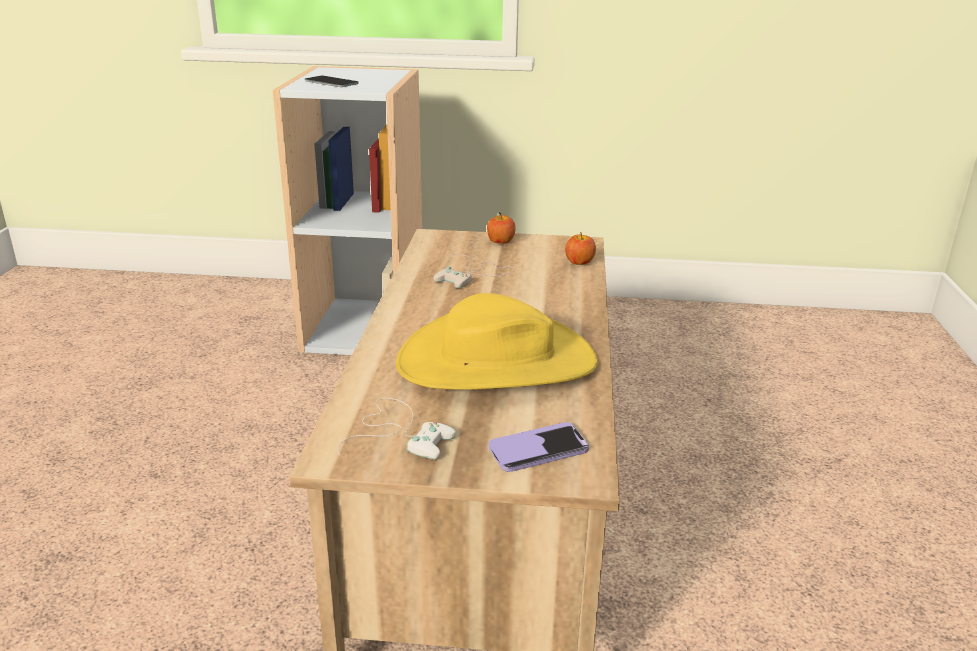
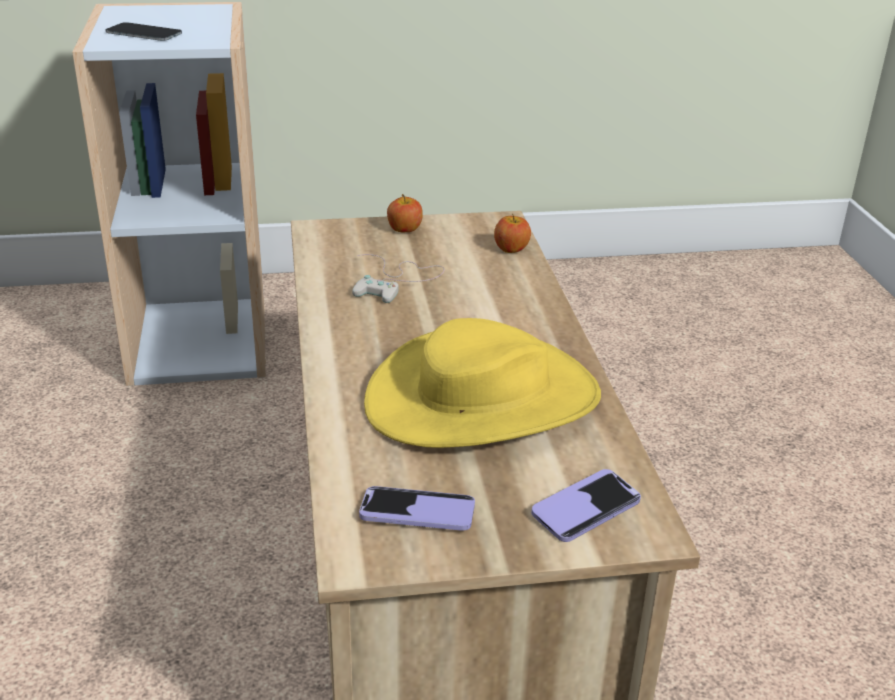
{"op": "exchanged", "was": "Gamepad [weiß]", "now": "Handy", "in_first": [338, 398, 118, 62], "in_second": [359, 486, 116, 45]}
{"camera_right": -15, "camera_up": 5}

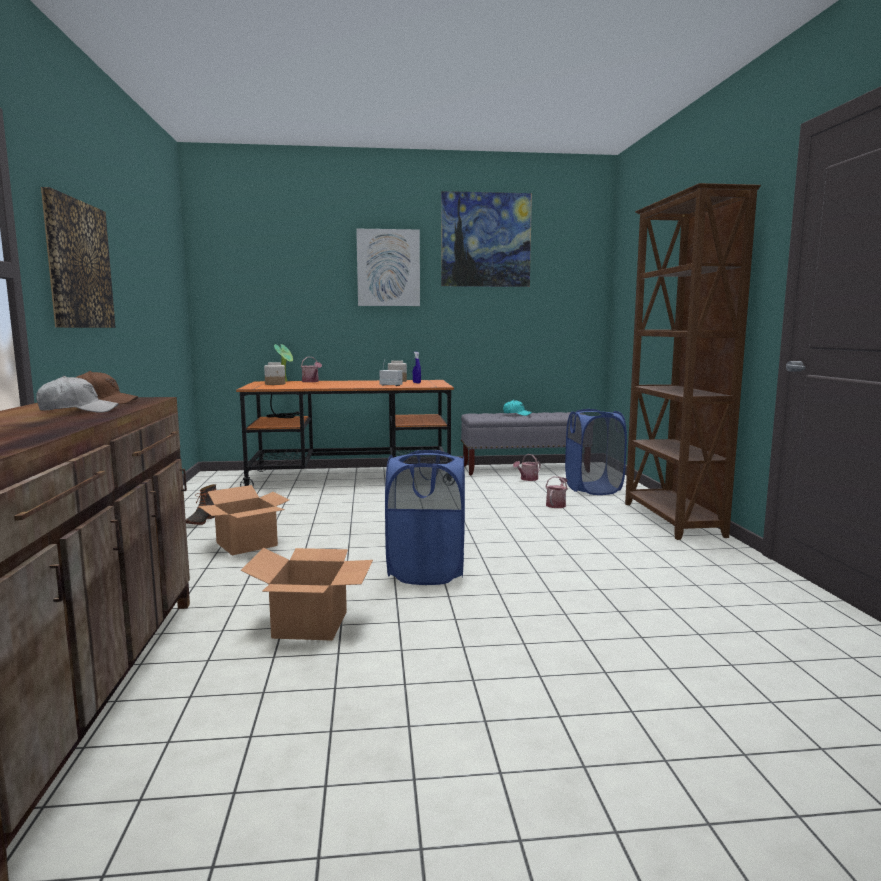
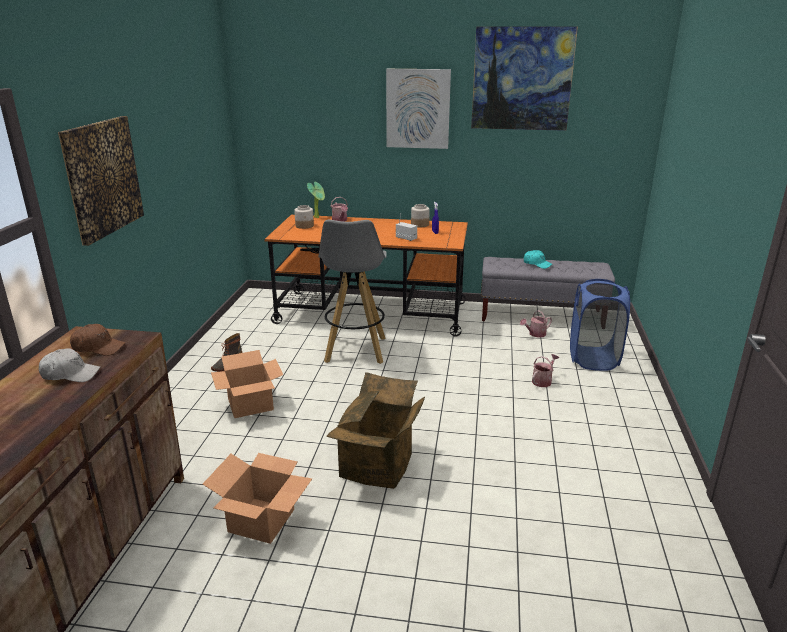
{"op": "missing", "was": "Bücherregal [braun]", "in_first": [625, 183, 136, 357]}
{"op": "exchanged", "was": "Wäschekorb [blau]", "now": "Karton", "in_first": [385, 450, 80, 135], "in_second": [327, 372, 98, 117]}
{"op": "appeared", "now": "Hocker [grau]", "in_second": [319, 220, 68, 144]}
{"camera_right": 15, "camera_up": 15}

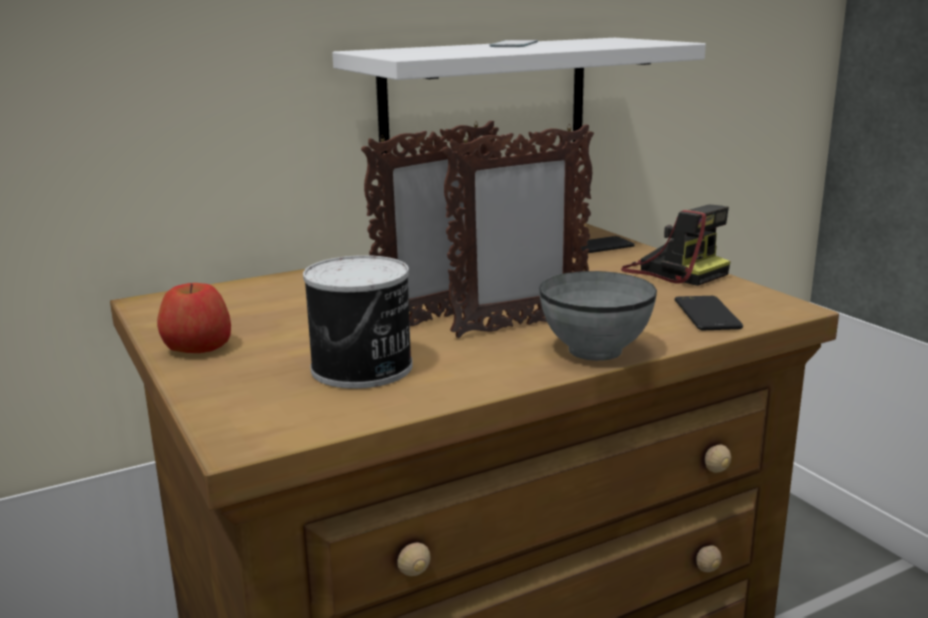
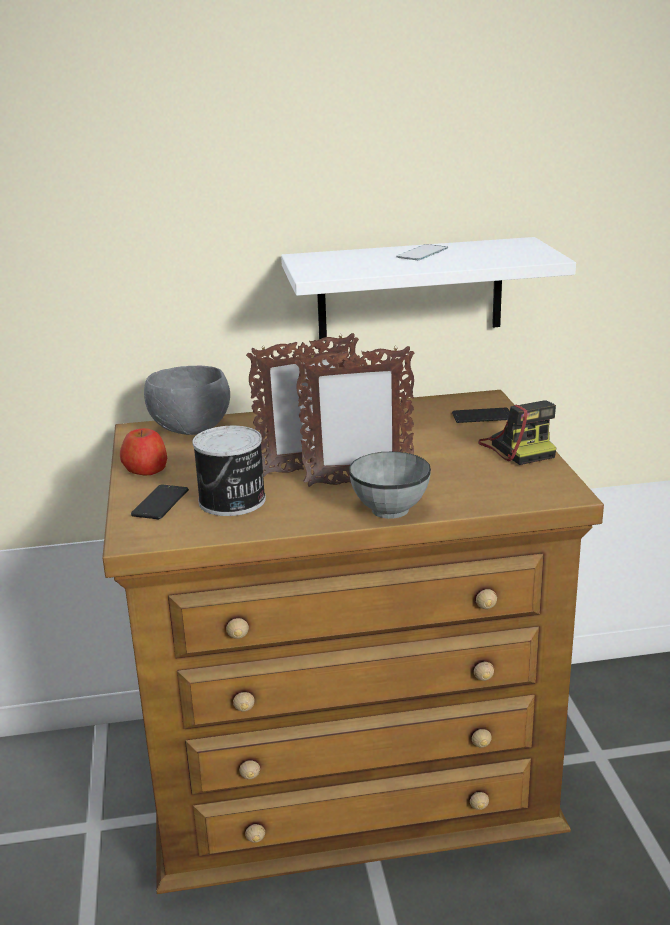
{"op": "relocated", "was": "Handy", "in_first": [675, 296, 68, 35], "in_second": [131, 485, 58, 34]}
{"op": "appeared", "now": "Schüssel [grau]", "in_second": [144, 366, 86, 69]}
{"camera_right": 20, "camera_up": 5}

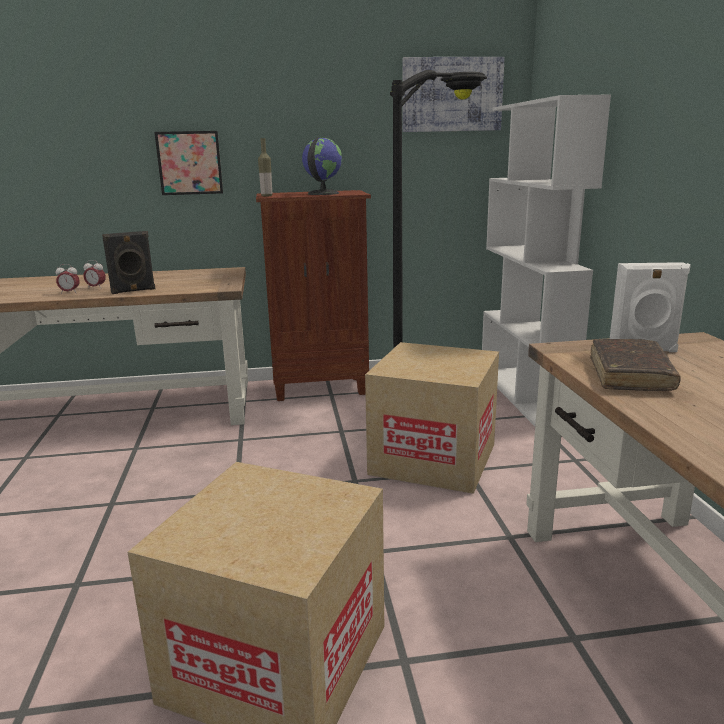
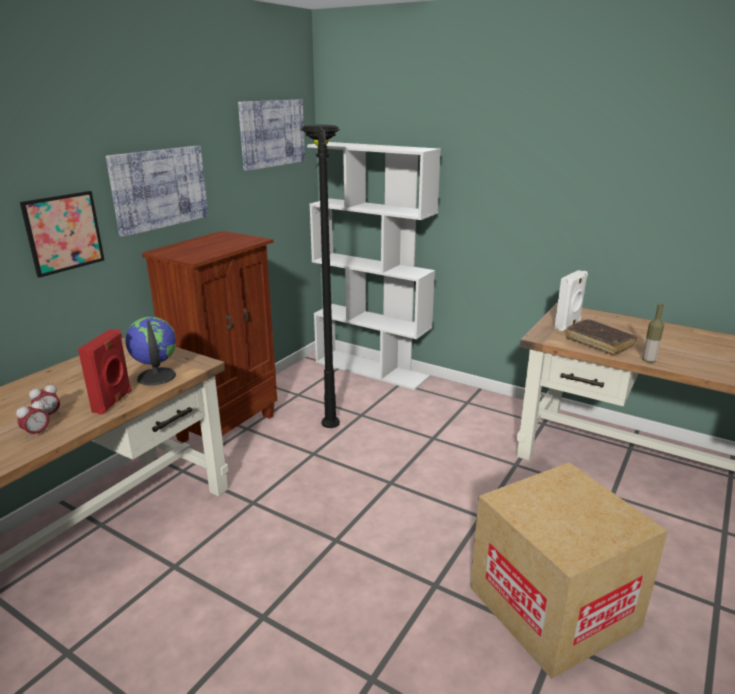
{"op": "relocated", "was": "Globus", "in_first": [302, 137, 40, 58], "in_second": [125, 317, 51, 69]}
{"op": "relocated", "was": "Flasche", "in_first": [258, 138, 14, 59], "in_second": [643, 304, 21, 59]}
{"op": "colour", "was": "Lautsprecher [schwarz]", "now": "Lautsprecher [rot]", "in_first": [102, 231, 53, 63], "in_second": [78, 329, 54, 86]}
{"op": "missing", "was": "Karton", "in_first": [365, 342, 134, 152]}
{"op": "appeared", "now": "Bild", "in_second": [106, 146, 102, 91]}
{"camera_right": -50, "camera_up": 5}

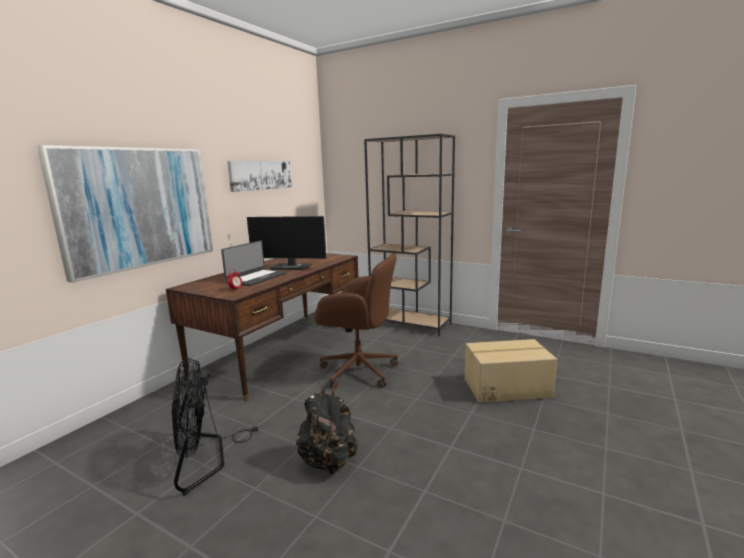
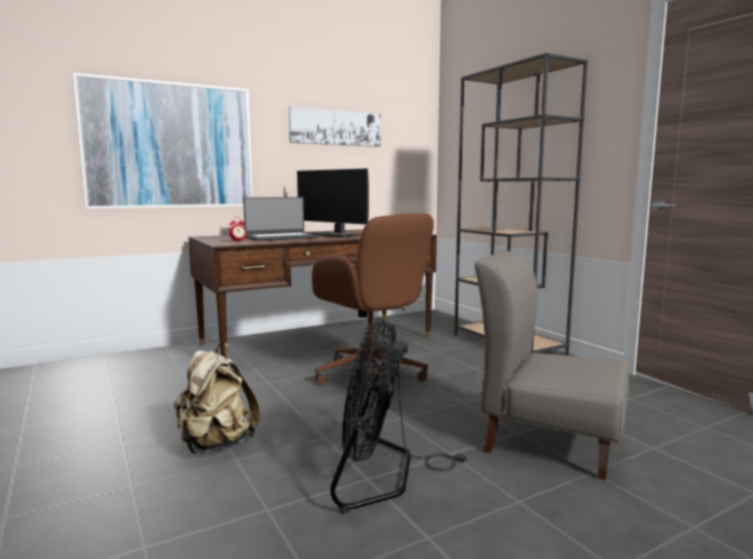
{"op": "exchanged", "was": "Karton", "now": "Stuhl [grau]", "in_first": [465, 339, 92, 64], "in_second": [475, 250, 154, 230]}
{"op": "relocated", "was": "Ventilator [schwarz]", "in_first": [172, 358, 88, 138], "in_second": [330, 319, 138, 195]}
{"op": "colour", "was": "Rucksack [schwarz]", "now": "Rucksack [beige]", "in_first": [296, 385, 62, 89], "in_second": [174, 343, 86, 111]}
{"camera_right": 30, "camera_up": -5}

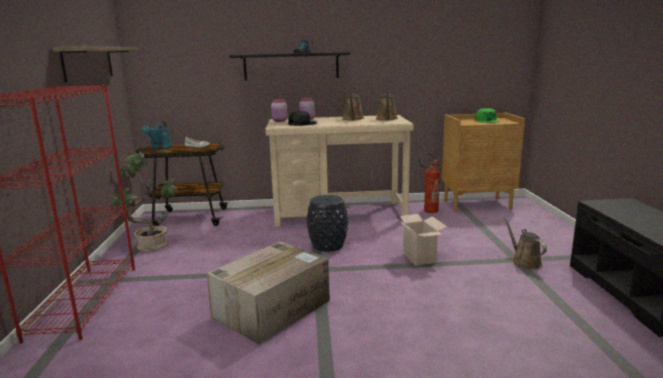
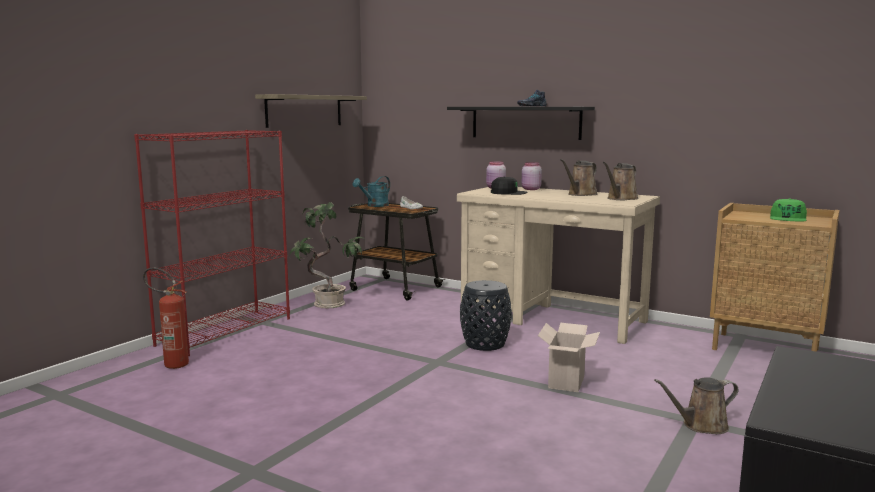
{"op": "relocated", "was": "Feuerlöscher", "in_first": [419, 153, 23, 60], "in_second": [143, 268, 46, 101]}
{"op": "spun", "was": "Gießkanne [braun]", "in_first": [504, 217, 43, 52], "in_second": [654, 377, 85, 57], "clockwise": -120}
{"op": "missing", "was": "Karton", "in_first": [206, 241, 124, 104]}
{"camera_right": 35, "camera_up": -5}

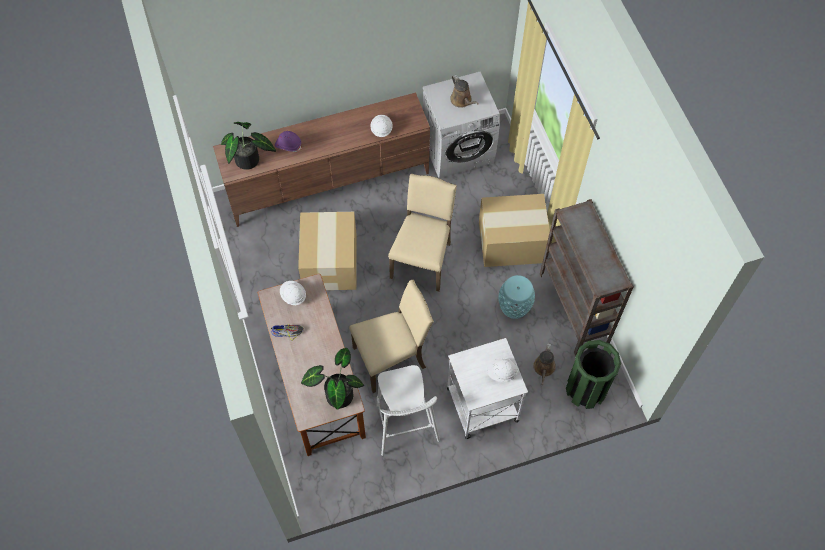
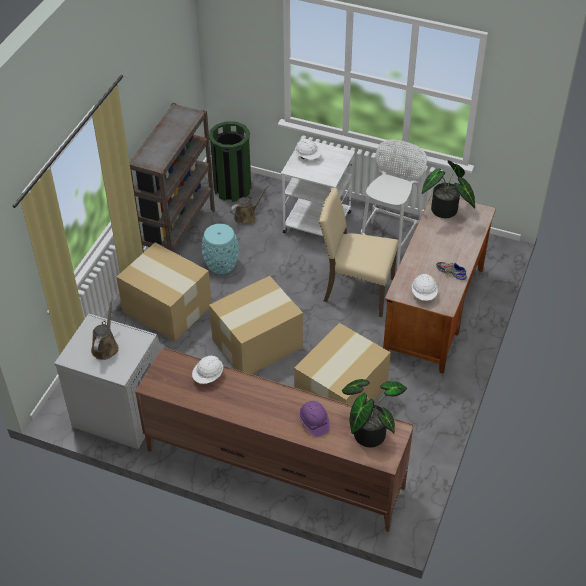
{"op": "exchanged", "was": "Stuhl [beige]", "now": "Karton", "in_first": [388, 173, 69, 118], "in_second": [209, 276, 94, 98]}
{"camera_right": -140, "camera_up": -15}

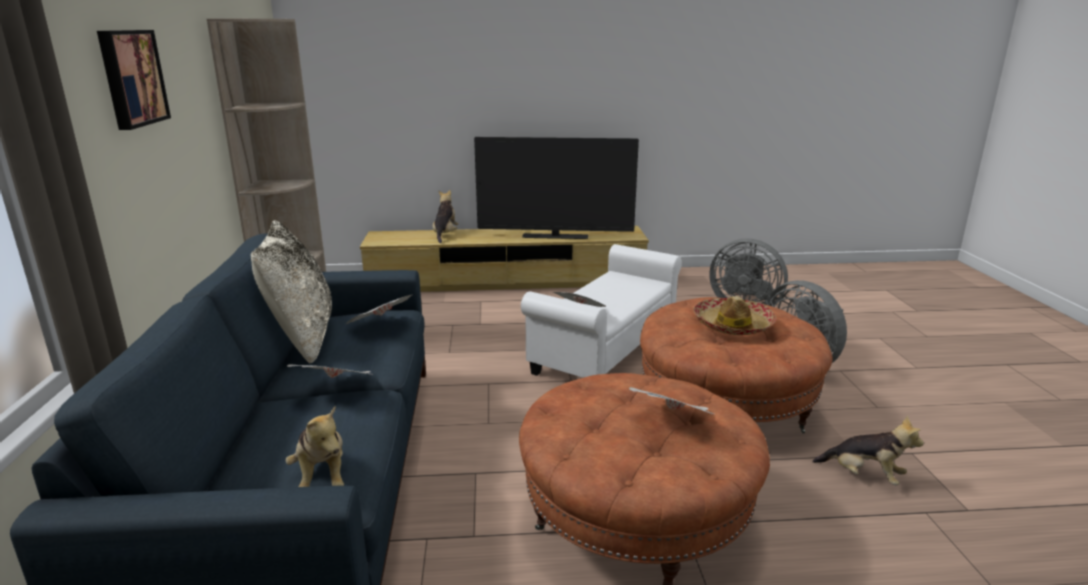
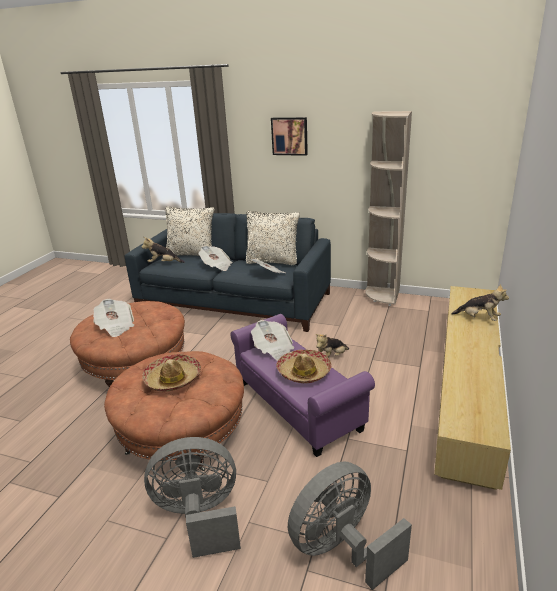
{"op": "missing", "was": "Fernseher", "in_first": [474, 137, 165, 102]}
{"op": "colour", "was": "Polsterhocker [weiß]", "now": "Polsterhocker [lila]", "in_first": [521, 244, 161, 134], "in_second": [230, 314, 145, 143]}
{"op": "relocated", "was": "Plüschtier", "in_first": [812, 415, 112, 70], "in_second": [315, 334, 34, 23]}
{"op": "appeared", "now": "Kissen [beige]", "in_second": [165, 206, 50, 50]}
{"op": "appeared", "now": "Hut", "in_second": [276, 350, 56, 33]}
{"camera_right": 115, "camera_up": 5}

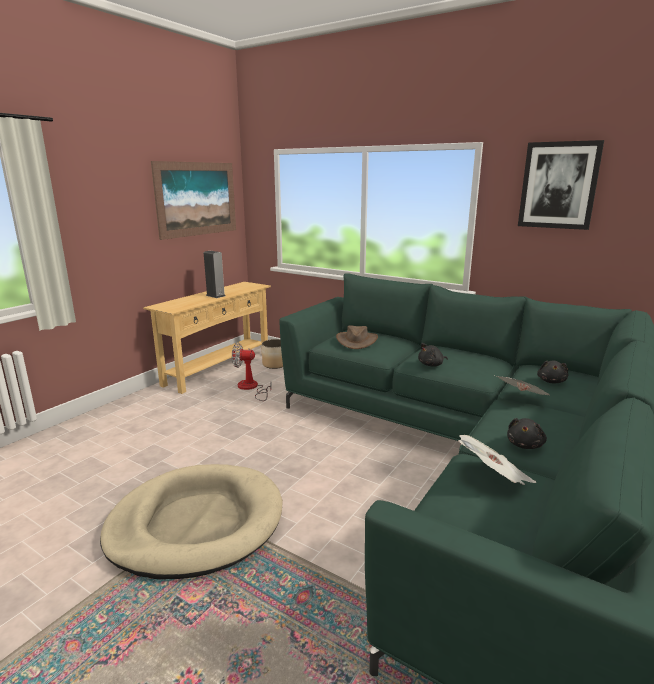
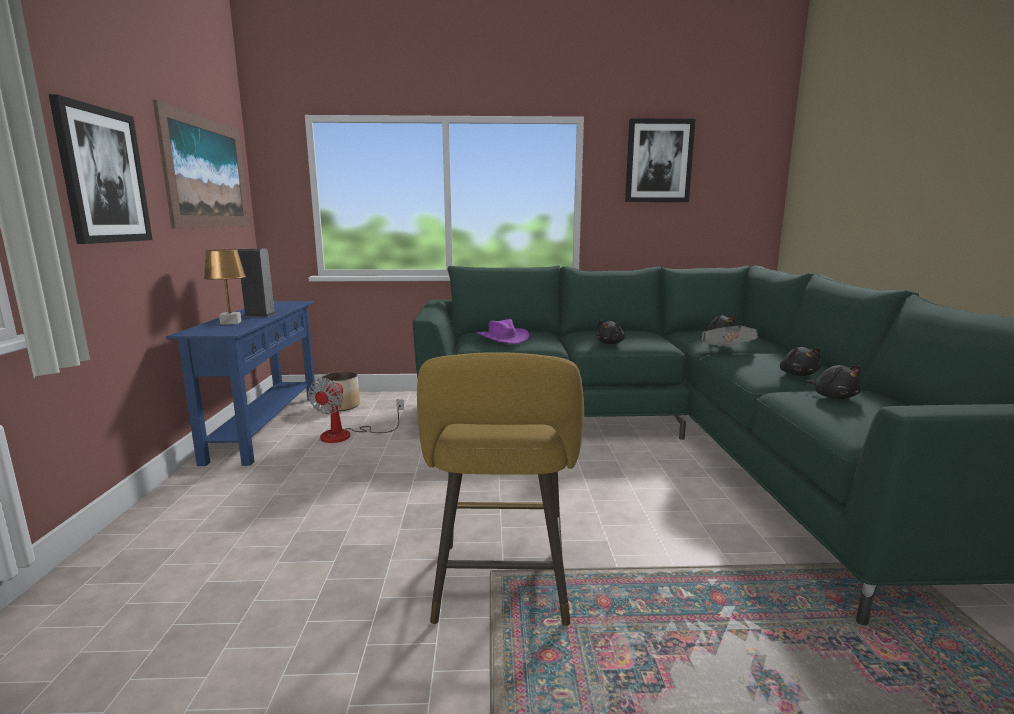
{"op": "colour", "was": "Konsolentisch [beige]", "now": "Konsolentisch [blau]", "in_first": [143, 282, 128, 112], "in_second": [166, 301, 150, 165]}
{"op": "colour", "was": "Hut [braun]", "now": "Hut [lila]", "in_first": [336, 325, 42, 24], "in_second": [476, 319, 53, 25]}
{"op": "spun", "was": "Ventilator", "in_first": [232, 343, 40, 58], "in_second": [308, 378, 96, 65], "clockwise": -45}
{"op": "exchanged", "was": "Zeitung", "now": "Plüschtier [schwarz]", "in_first": [458, 435, 79, 50], "in_second": [804, 365, 57, 34]}
{"op": "exchanged", "was": "Hundebett [beige]", "now": "Hocker [gelb]", "in_first": [100, 464, 183, 116], "in_second": [417, 352, 167, 274]}
{"op": "appeared", "now": "Bild", "in_second": [48, 94, 105, 150]}
{"op": "appeared", "now": "Tischlampe [braun]", "in_second": [204, 249, 42, 76]}
{"camera_right": -35, "camera_up": -5}

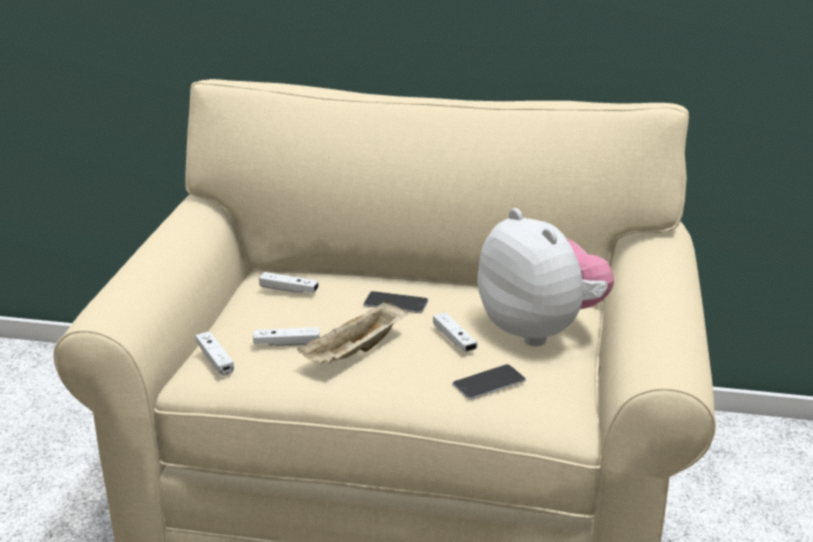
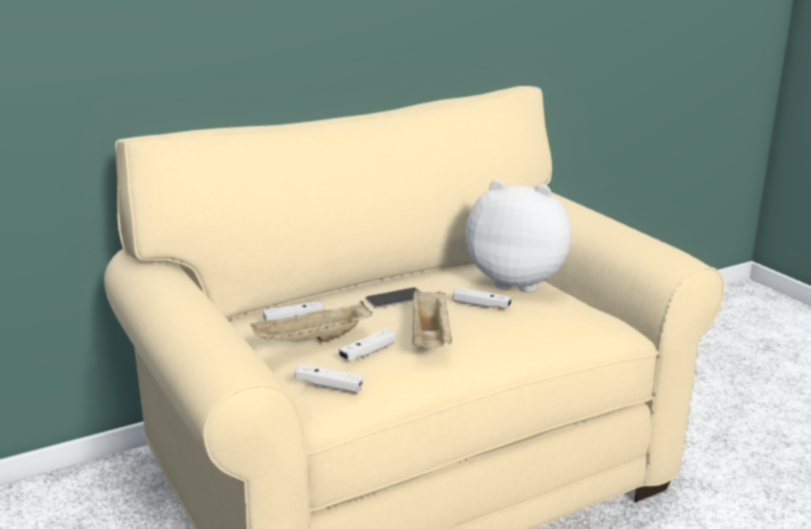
{"op": "missing", "was": "Handy", "in_first": [452, 364, 74, 36]}
{"op": "appeared", "now": "Tablett [beige]", "in_second": [250, 301, 122, 41]}
{"camera_right": -40, "camera_up": -5}

